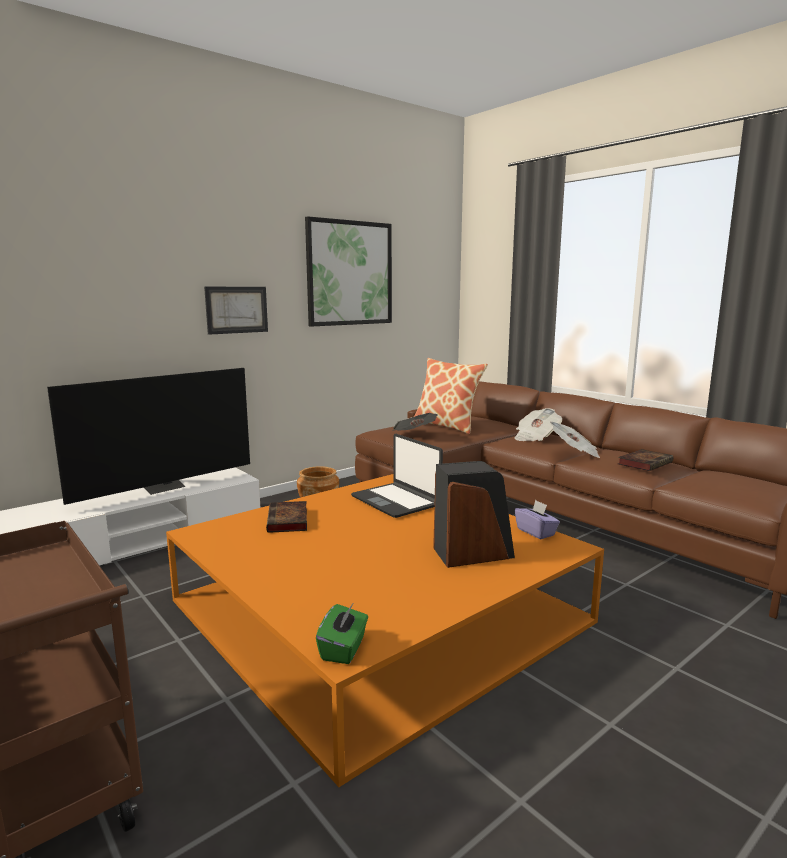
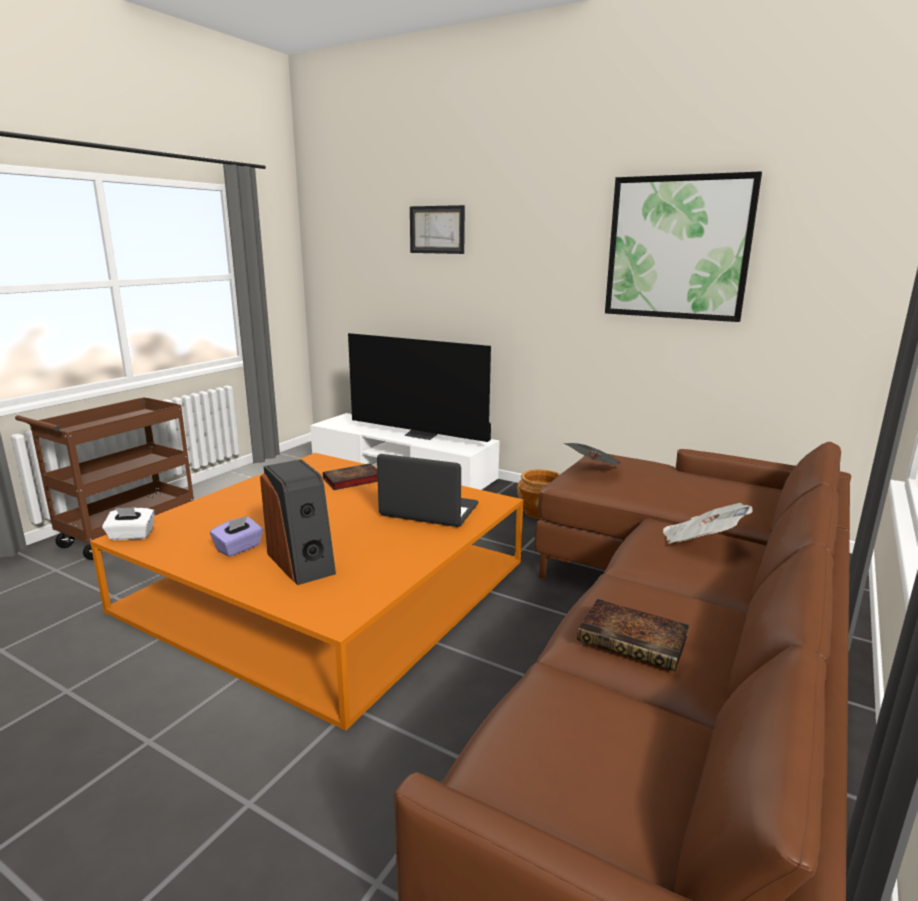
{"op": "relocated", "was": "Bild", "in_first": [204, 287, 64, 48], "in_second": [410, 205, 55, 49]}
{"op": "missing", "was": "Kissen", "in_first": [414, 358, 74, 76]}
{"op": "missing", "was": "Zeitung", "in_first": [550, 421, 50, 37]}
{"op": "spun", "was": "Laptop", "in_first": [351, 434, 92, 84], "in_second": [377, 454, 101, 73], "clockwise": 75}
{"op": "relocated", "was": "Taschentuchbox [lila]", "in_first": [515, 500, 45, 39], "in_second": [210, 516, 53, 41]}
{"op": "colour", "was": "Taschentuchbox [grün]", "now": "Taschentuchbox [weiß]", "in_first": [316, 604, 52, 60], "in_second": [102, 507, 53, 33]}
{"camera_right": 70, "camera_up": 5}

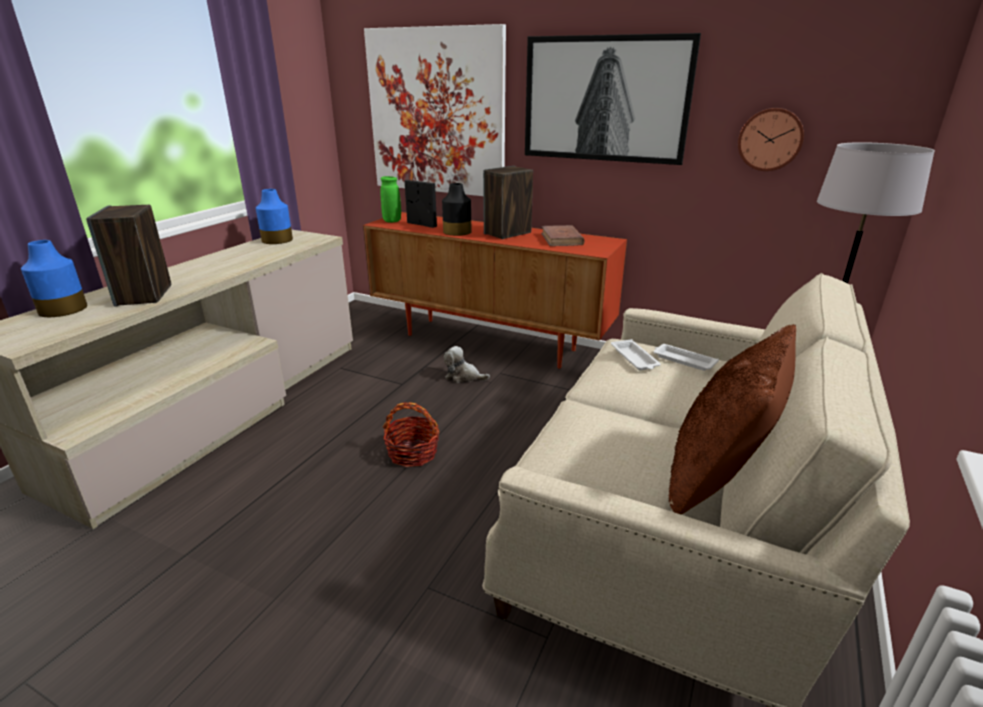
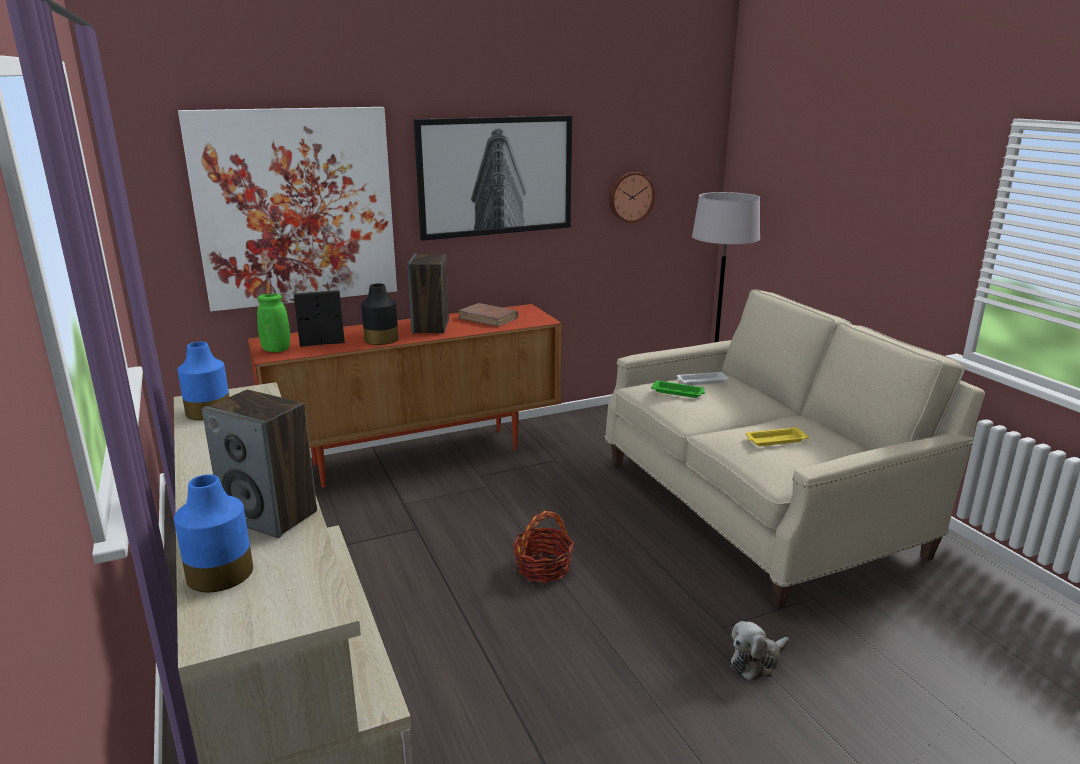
{"op": "missing", "was": "Kissen [braun]", "in_first": [668, 324, 129, 190]}
{"op": "colour", "was": "Tablett [weiß]", "now": "Tablett [grün]", "in_first": [611, 339, 50, 31], "in_second": [651, 380, 54, 18]}
{"op": "relocated", "was": "Plüschtier", "in_first": [444, 346, 46, 37], "in_second": [731, 621, 58, 60]}
{"op": "appeared", "now": "Tablett [gelb]", "in_second": [745, 427, 64, 19]}
{"camera_right": -50, "camera_up": -5}

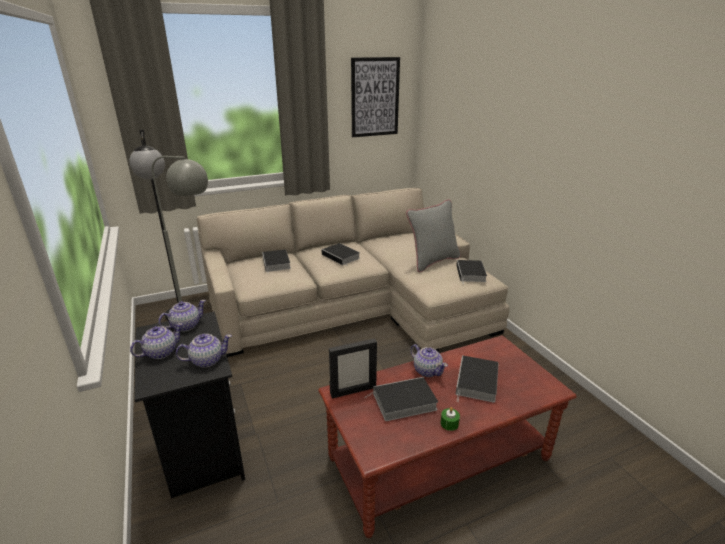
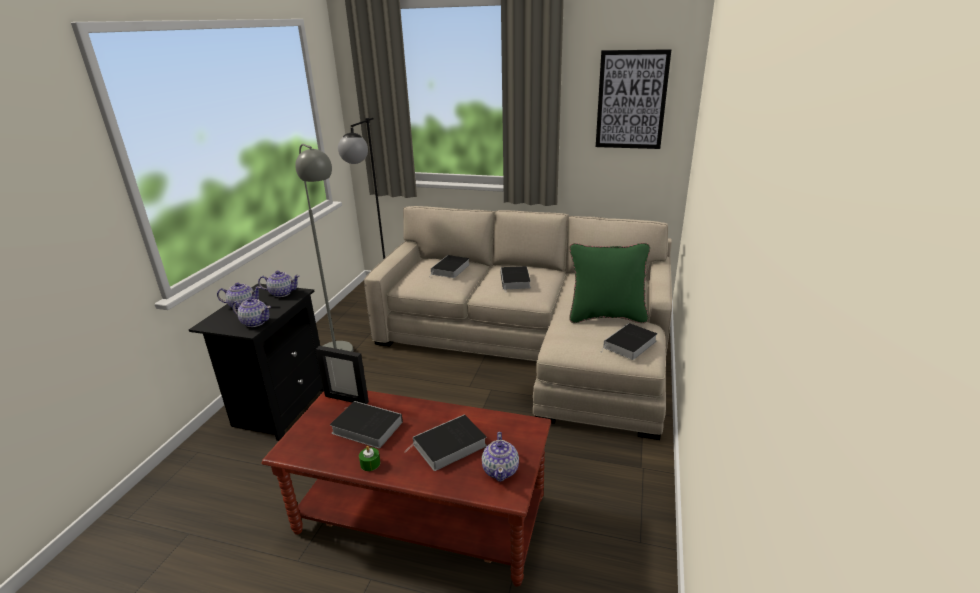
{"op": "colour", "was": "Kissen [grau]", "now": "Kissen [grün]", "in_first": [406, 199, 55, 73], "in_second": [569, 243, 81, 80]}
{"op": "relocated", "was": "Teekanne", "in_first": [410, 344, 38, 33], "in_second": [482, 432, 37, 50]}
{"camera_right": 40, "camera_up": 0}

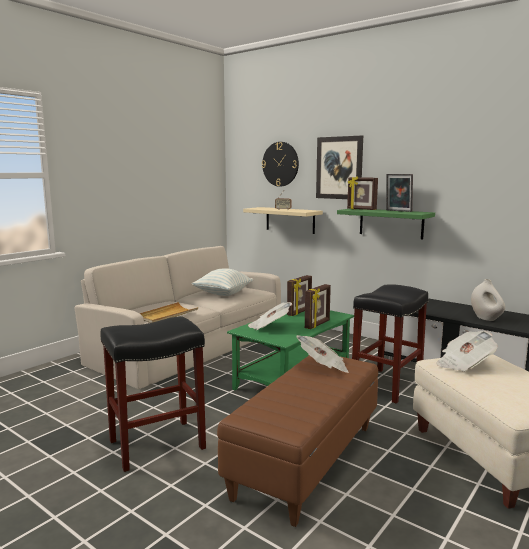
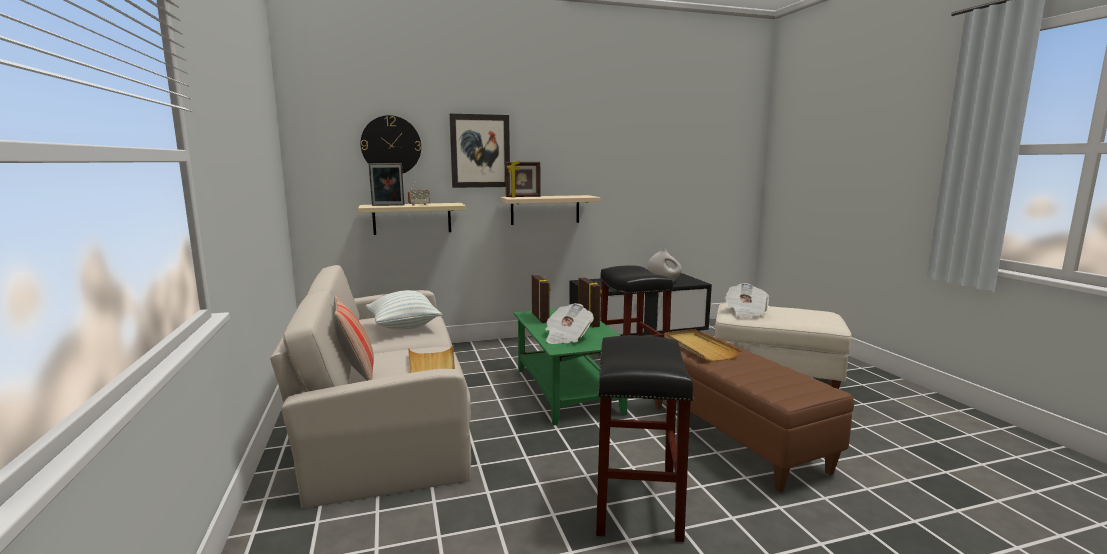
{"op": "relocated", "was": "Bilderrahmen", "in_first": [386, 174, 27, 38], "in_second": [369, 163, 36, 43]}
{"op": "colour", "was": "Wandregal [grün]", "now": "Wandregal [beige]", "in_first": [337, 209, 98, 31], "in_second": [500, 195, 101, 30]}
{"op": "exchanged", "was": "Zeitung", "now": "Tablett [beige]", "in_first": [296, 335, 53, 38], "in_second": [664, 329, 78, 32]}
{"op": "appeared", "now": "Kissen", "in_second": [333, 294, 41, 87]}
{"camera_right": -55, "camera_up": 0}

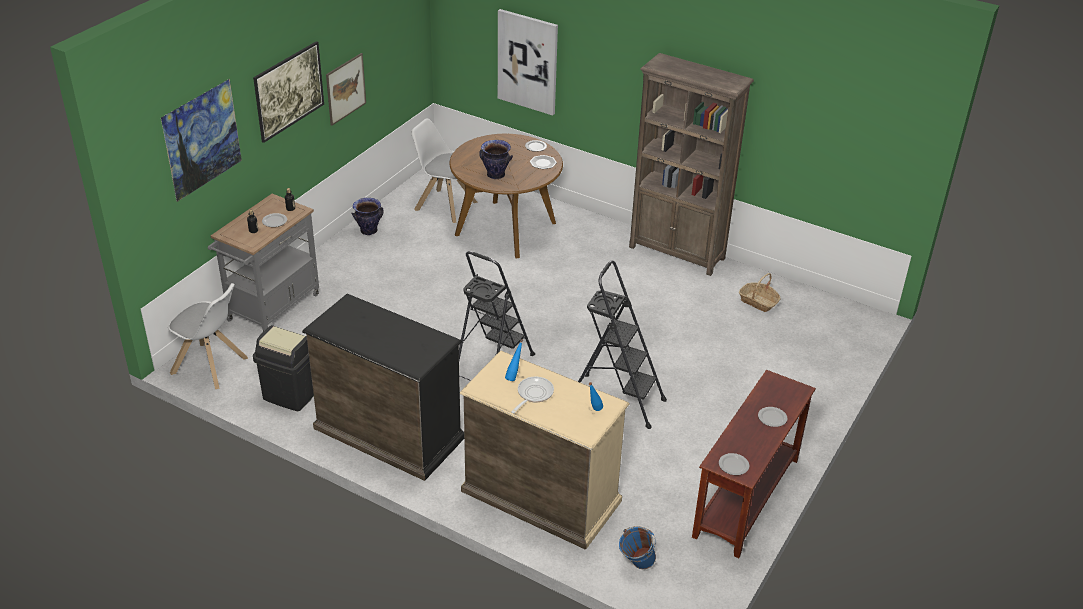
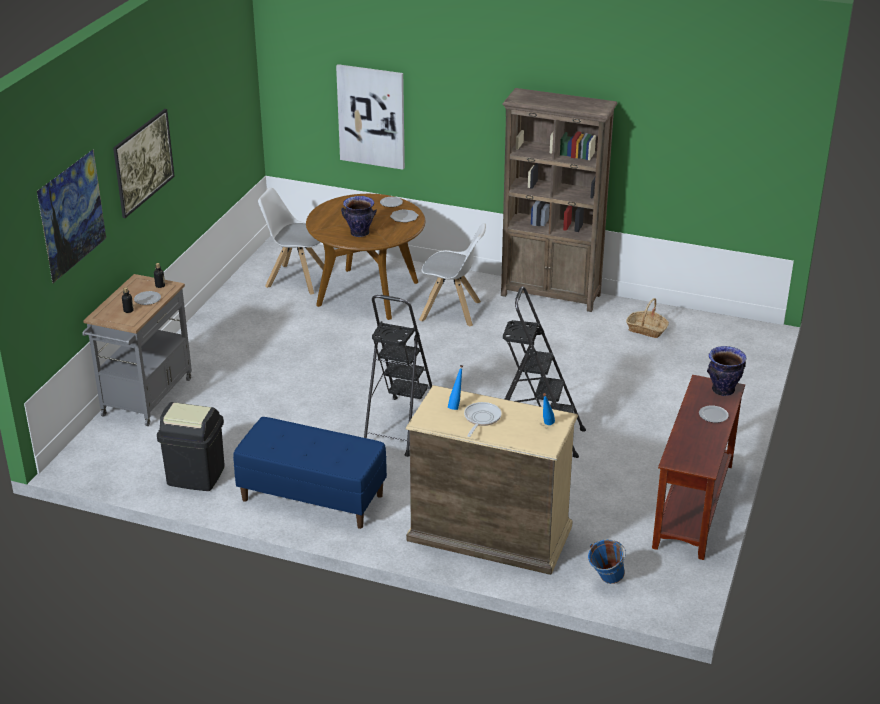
{"op": "missing", "was": "Bild", "in_first": [326, 53, 40, 73]}
{"op": "relocated", "was": "Vase", "in_first": [351, 198, 32, 37], "in_second": [707, 346, 39, 50]}
{"op": "relocated", "was": "Stuhl", "in_first": [168, 283, 80, 106], "in_second": [419, 223, 67, 104]}
{"op": "exchanged", "was": "Kommode [schwarz]", "now": "Bank [blau]", "in_first": [302, 294, 162, 187], "in_second": [233, 417, 154, 112]}
{"op": "missing", "was": "Teller", "in_first": [719, 453, 30, 22]}
{"camera_right": -10, "camera_up": -5}

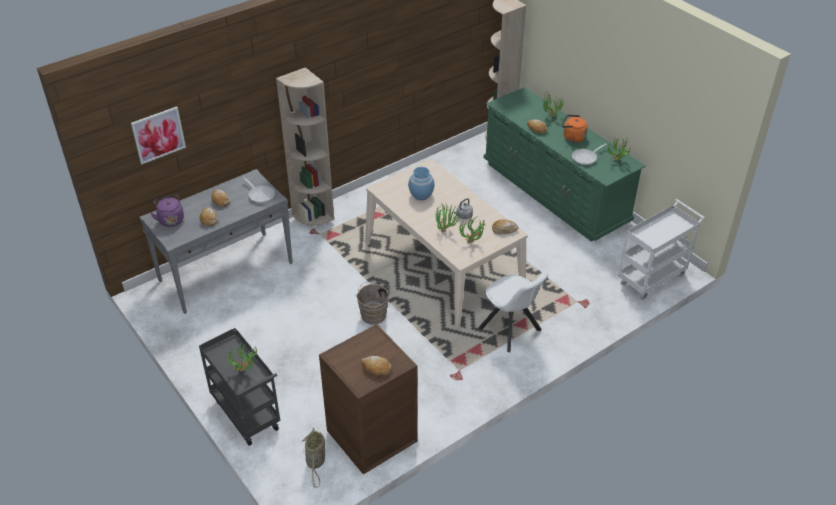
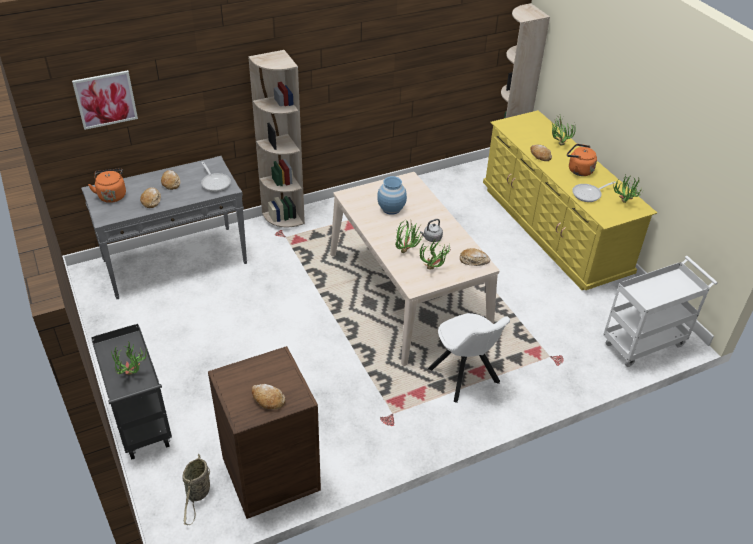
{"op": "colour", "was": "Kommode [grün]", "now": "Kommode [gelb]", "in_first": [484, 87, 162, 155], "in_second": [483, 110, 174, 180]}
{"op": "colour", "was": "Wasserkessel [lila]", "now": "Wasserkessel [orange]", "in_first": [151, 194, 33, 33], "in_second": [88, 168, 38, 35]}
{"op": "missing", "was": "Eimer [braun]", "in_first": [357, 281, 34, 44]}
{"camera_right": 10, "camera_up": 0}

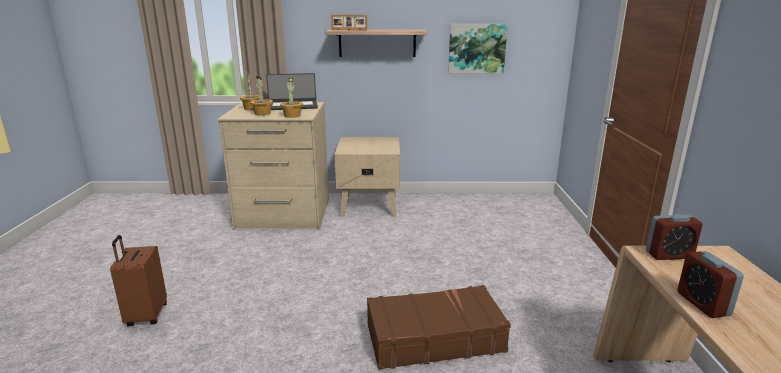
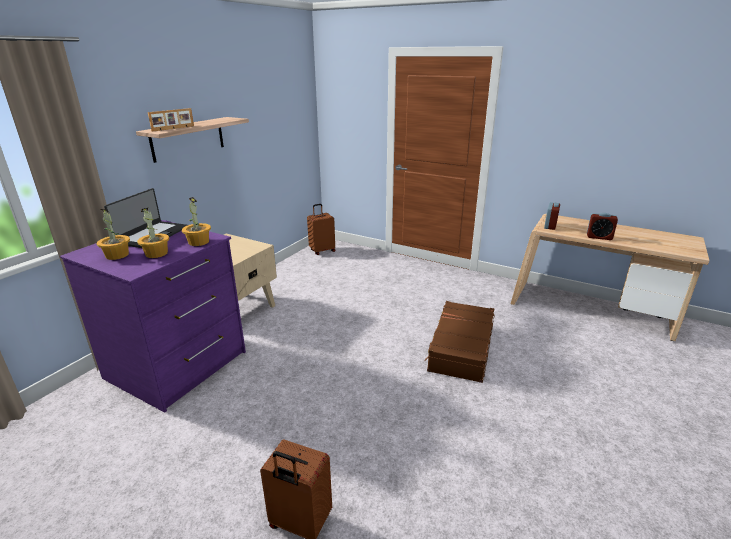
{"op": "missing", "was": "Bild", "in_first": [448, 24, 60, 50]}
{"op": "colour", "was": "Kommode [beige]", "now": "Kommode [lila]", "in_first": [217, 102, 112, 128], "in_second": [60, 220, 186, 193]}
{"op": "appeared", "now": "Koffer [braun]", "in_second": [307, 204, 28, 51]}
{"camera_right": -60, "camera_up": 5}

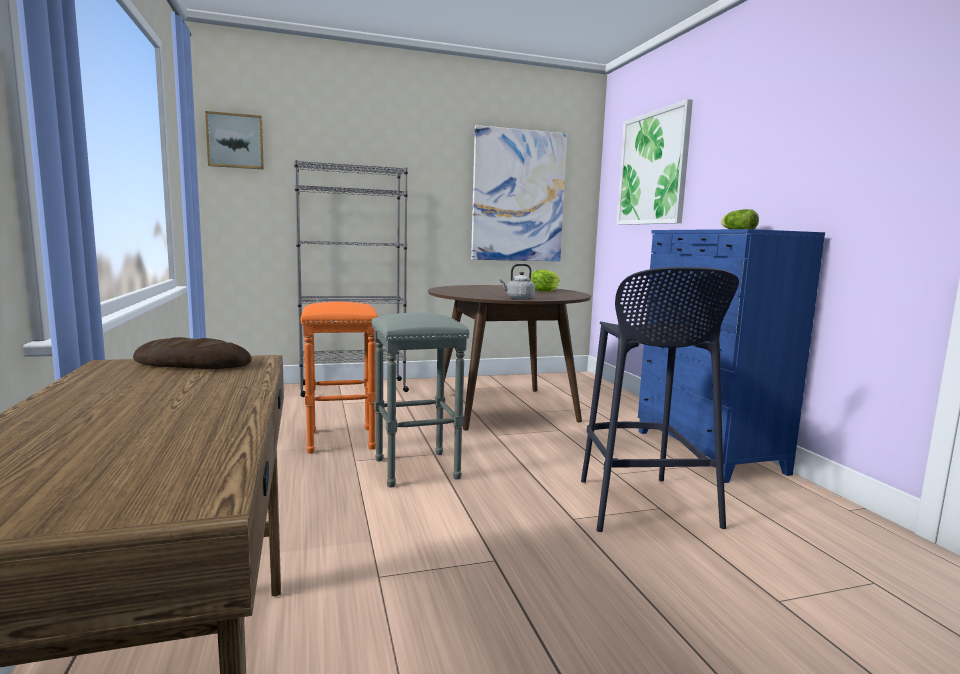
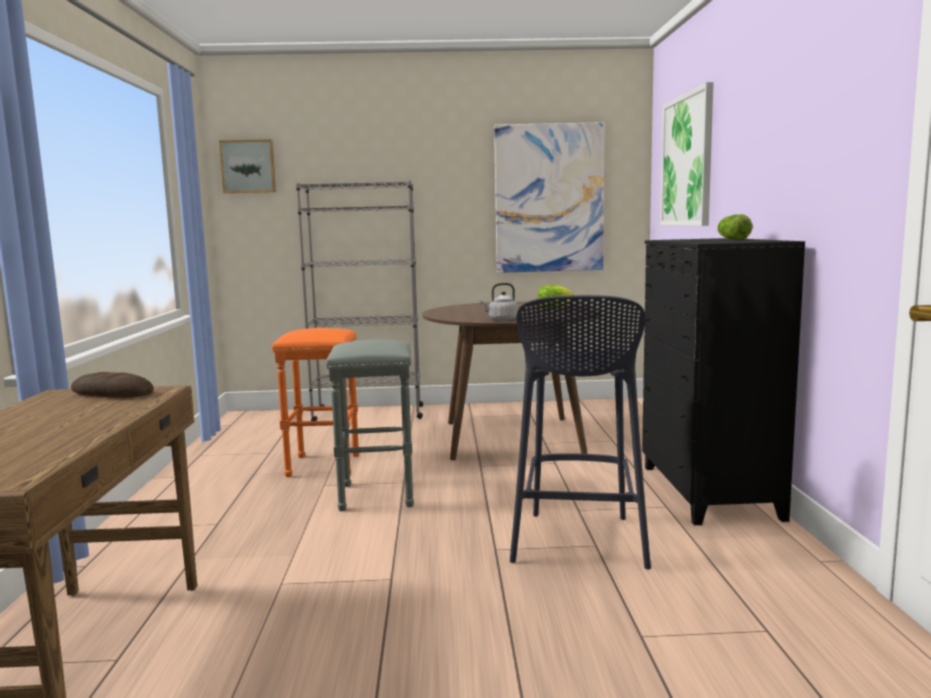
{"op": "colour", "was": "Kommode [blau]", "now": "Kommode [schwarz]", "in_first": [638, 229, 187, 254], "in_second": [642, 238, 163, 287]}
{"camera_right": 15, "camera_up": 0}

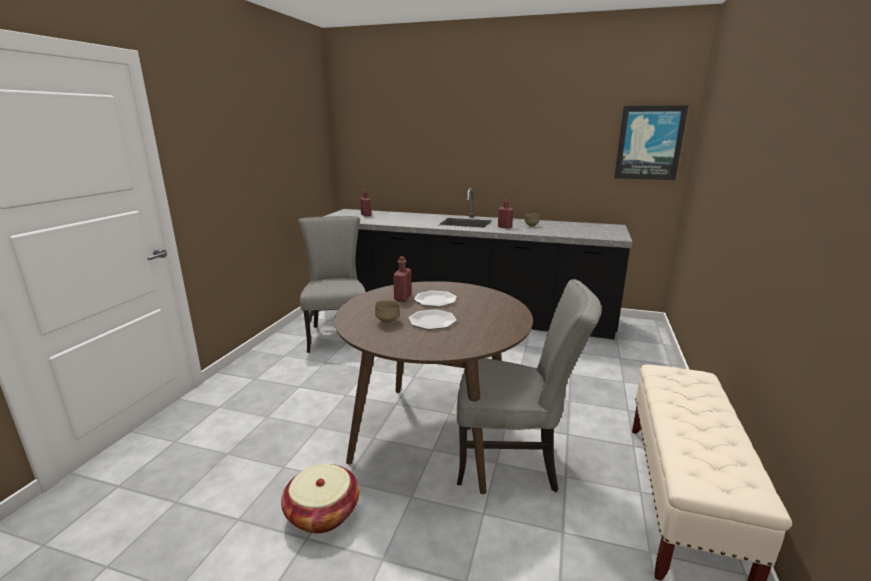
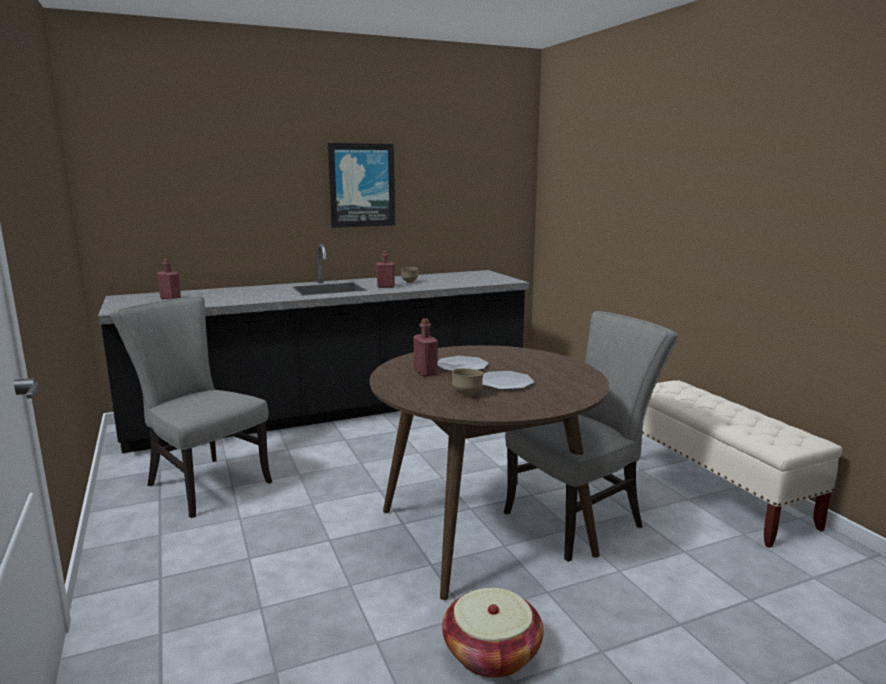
{"op": "relocated", "was": "Bild", "in_first": [614, 105, 75, 75], "in_second": [328, 143, 67, 85]}
{"camera_right": -40, "camera_up": -5}

